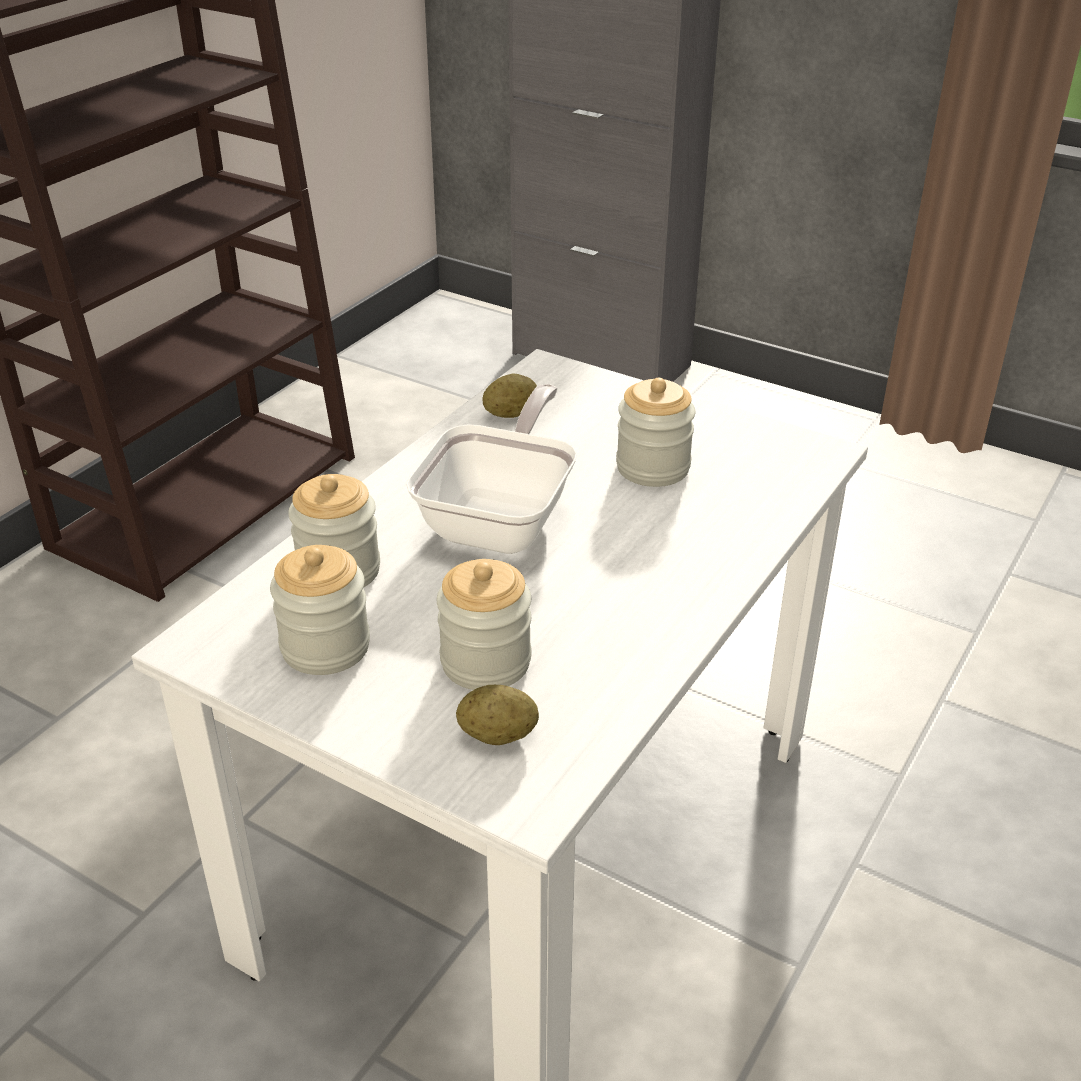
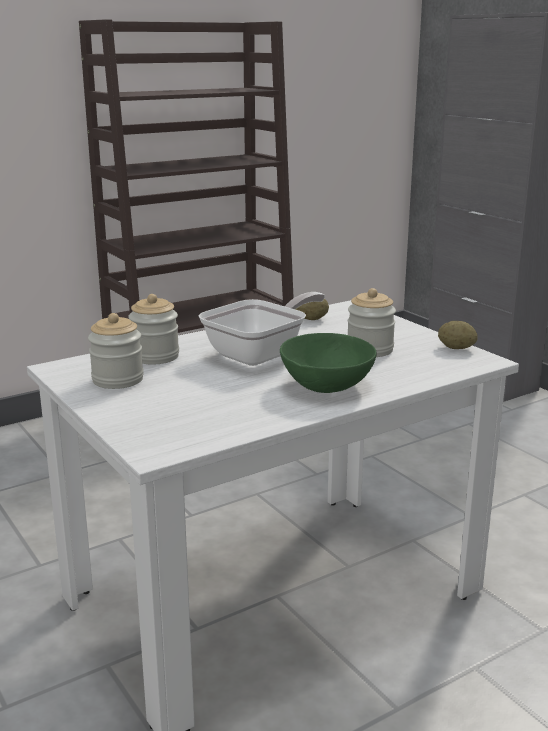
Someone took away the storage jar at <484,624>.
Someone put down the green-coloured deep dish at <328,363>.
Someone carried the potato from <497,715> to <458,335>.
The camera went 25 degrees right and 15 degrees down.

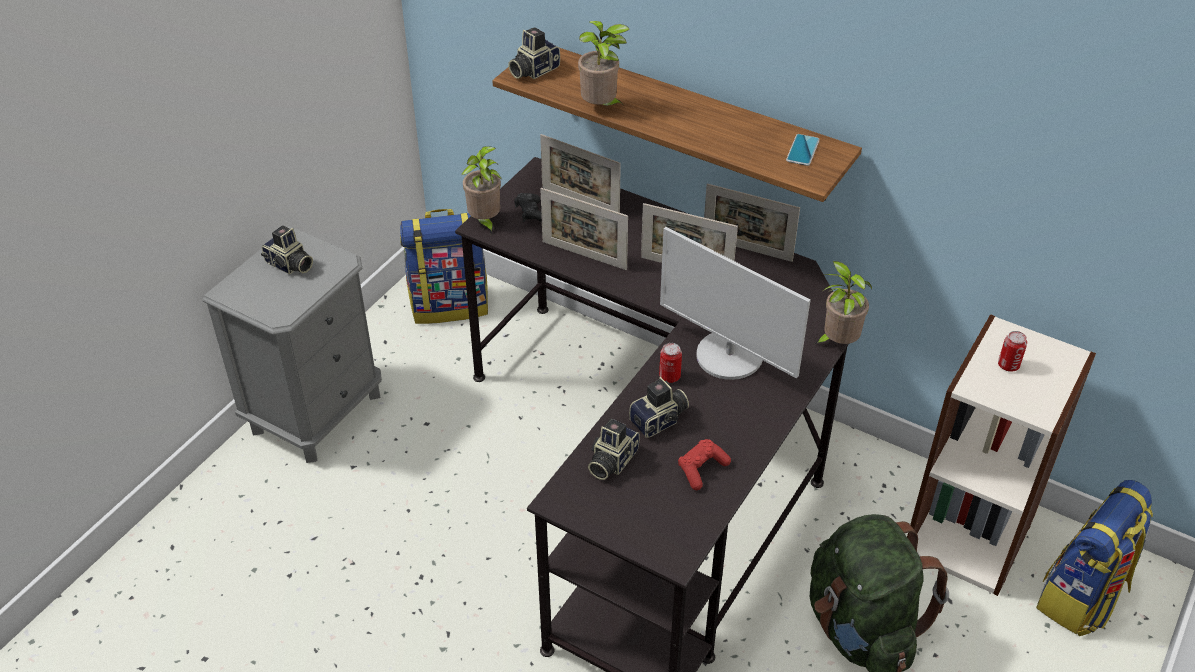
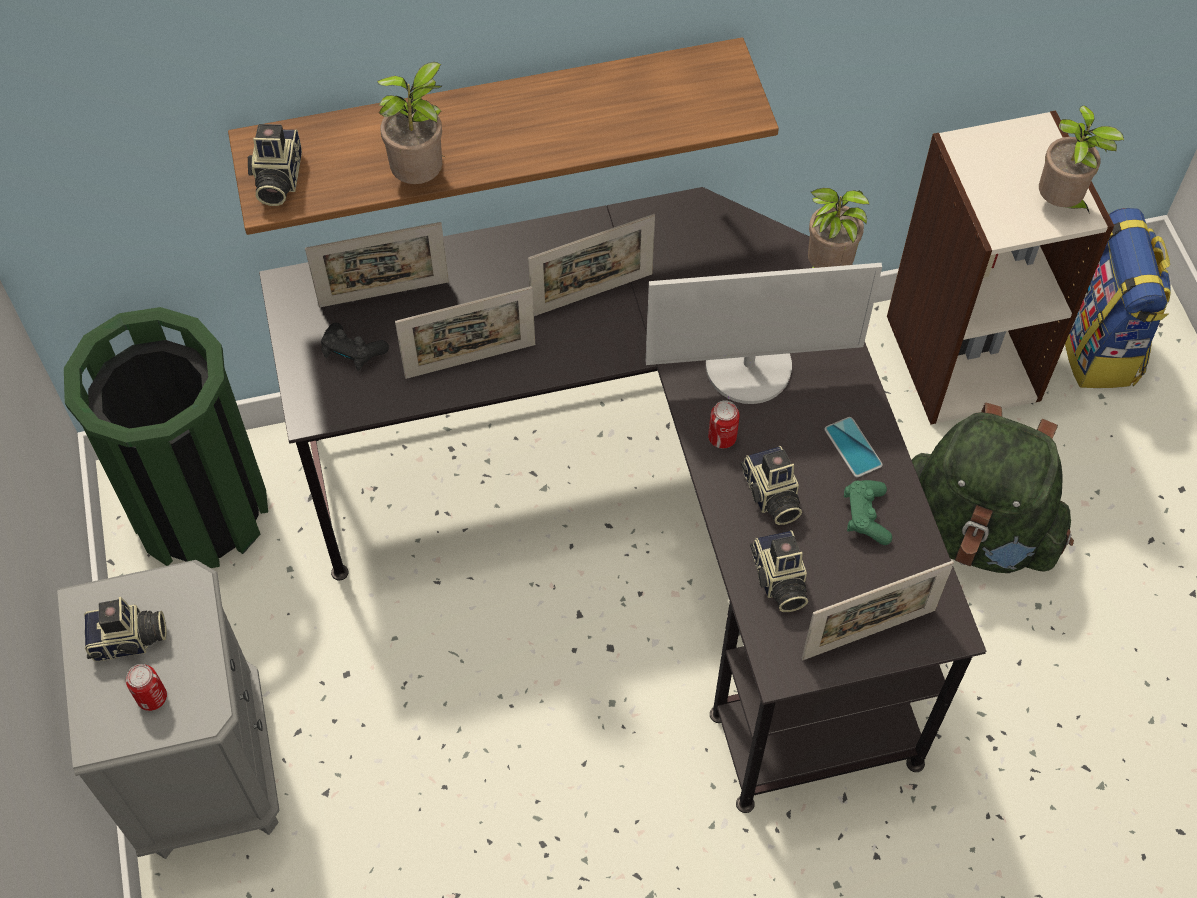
Someone carried the potted plant from <481,190> to <1081,159>.
Someone carried the standing frame from <752,222> to <877,610>.
Someone carried the phone from <803,150> to <854,447>.
Someone carried the sealed can from <1012,351> to <146,687>.
Someone swapped the knapsack at <444,266> for the green-coloured rubbish bin at <166,437>.
Someone repainted the red game controller at <704,464>, which became the green-coloured game controller at <868,512>.
Someone rotated the photo camera at <659,407> by 150 degrees clockwise.
The camera went 45 degrees left and 15 degrees up.

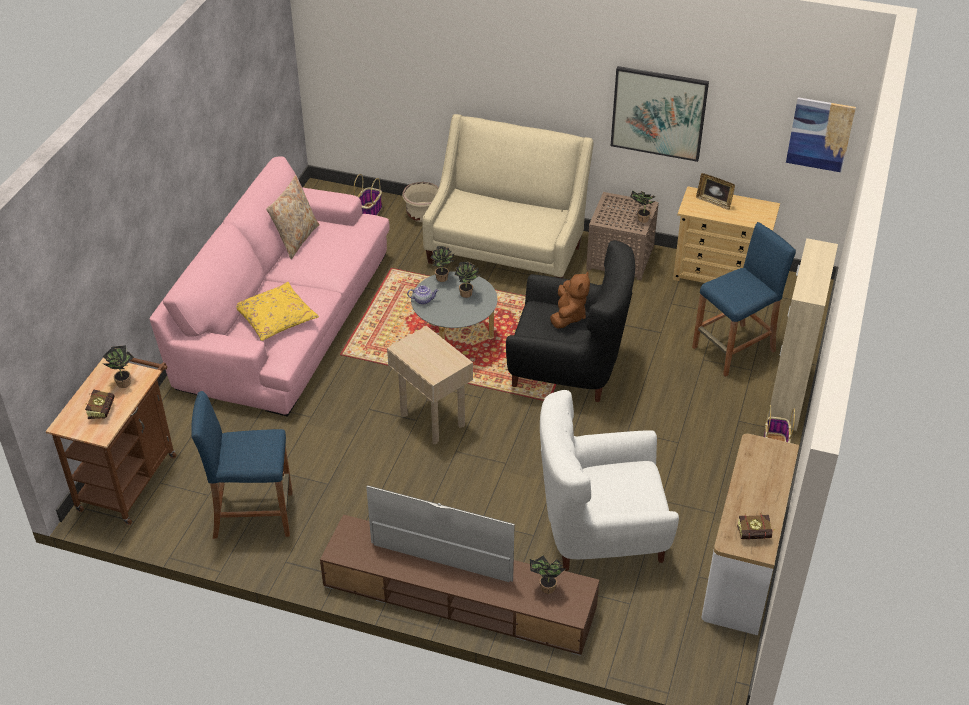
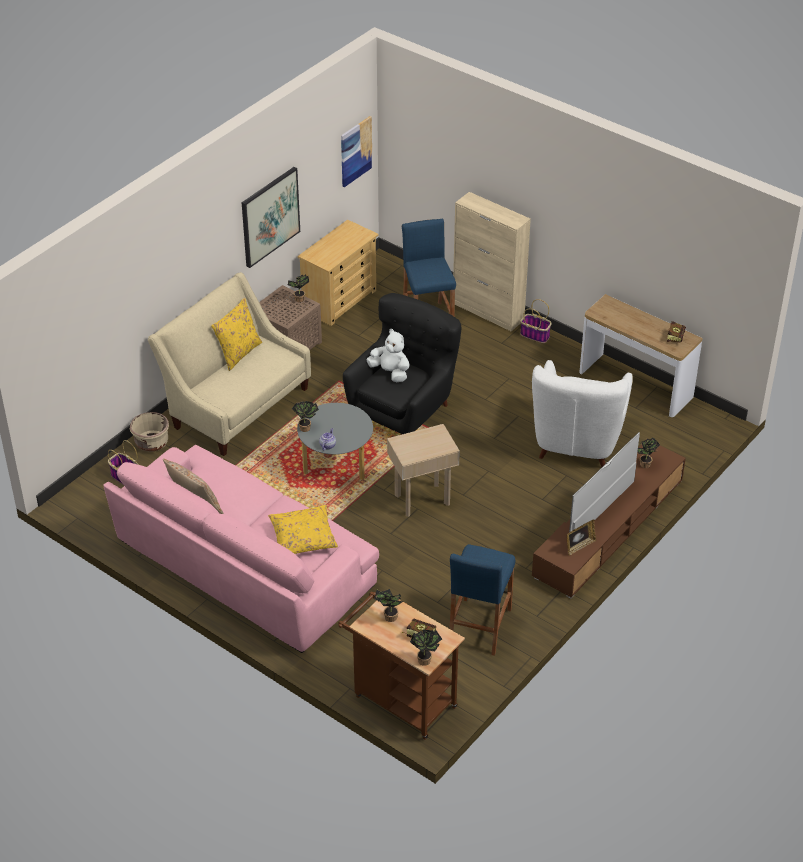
Someone put down the yellowish cushion at <236,334>.
Someone carried the potted plant from <468,280> to <426,647>.
Someone carried the standing frame from <715,191> to <581,537>.
Someone repainted the brownish plush toy at <570,299>, which became the white plush toy at <388,355>.
The camera went 70 degrees left and 0 degrees up.

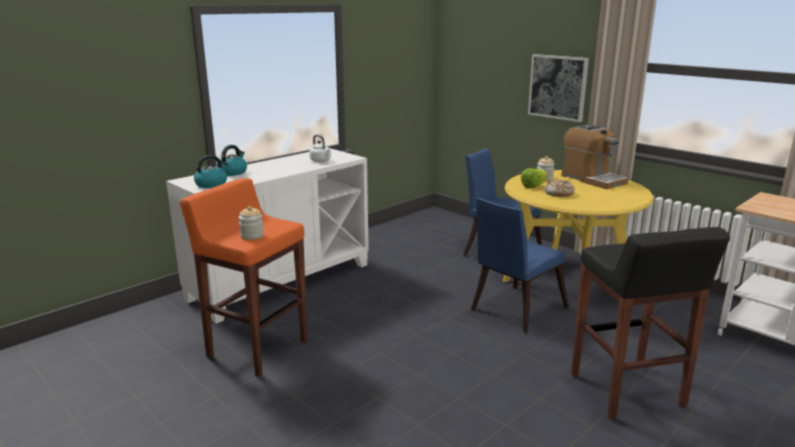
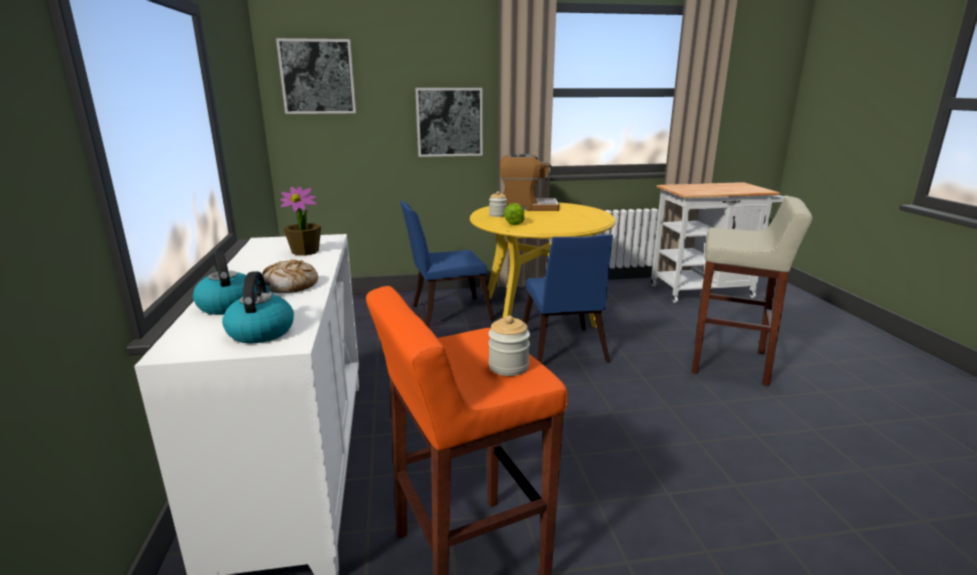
Someone put up the wall picture at <316,76>.
Someone carried the baked bread from <560,188> to <290,276>.
Someone swapped the white kettle at <320,148> for the potted plant at <300,221>.
Someone repainted the black-coloured stool seat at <650,323>, which became the beige-coloured stool seat at <752,291>.
The camera went 55 degrees left and 0 degrees up.

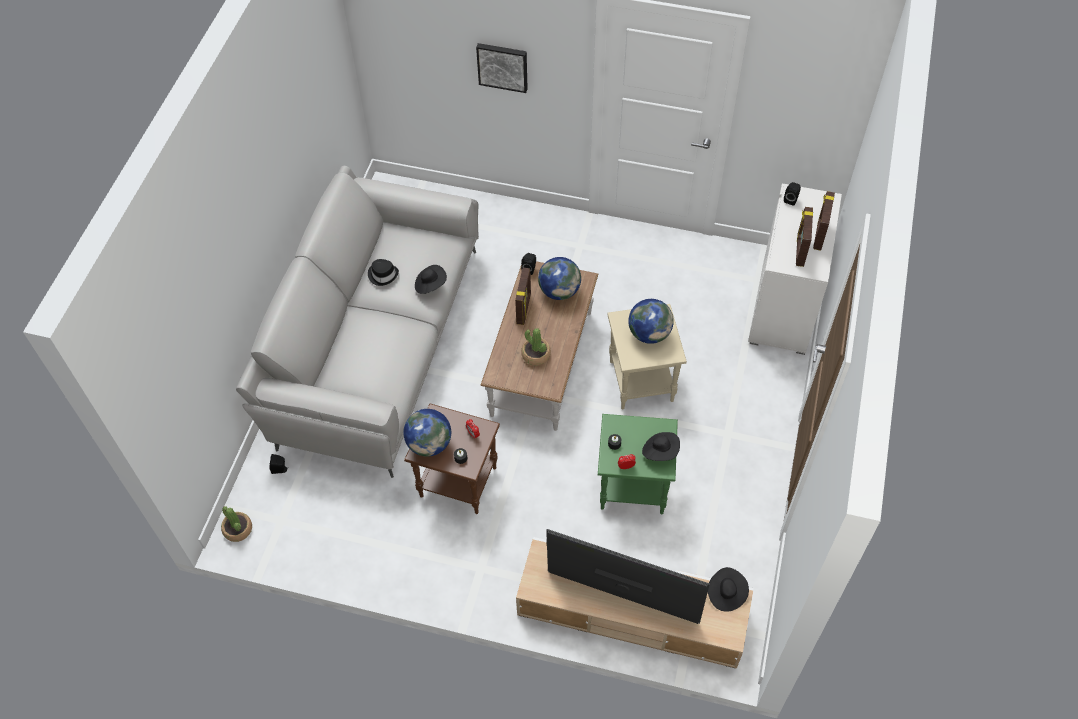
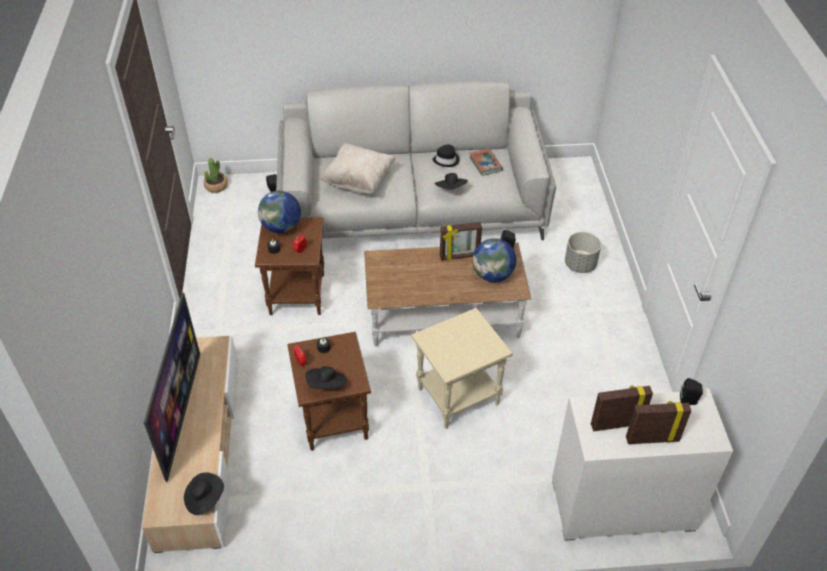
Someone took away the wall picture at <502,68>.
Someone took away the potted plant at <536,346>.
Someone took away the globe at <651,321>.
Someone put down the beige-coloured cushion at <357,168>.
Someone put down the bound book at <486,162>.
Someone put down the greyish flower pot at <583,252>.
Someone repainted the green-coloured end table at <638,464>, which became the brownish end table at <329,391>.
The camera went 70 degrees right and 10 degrees down.

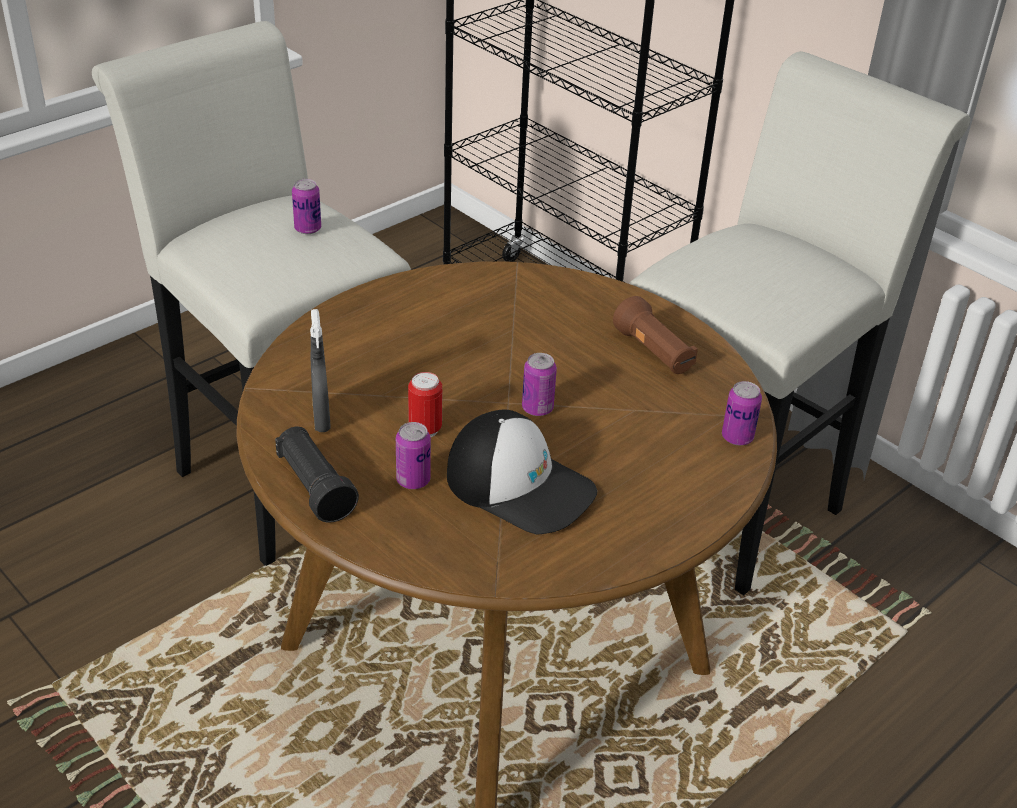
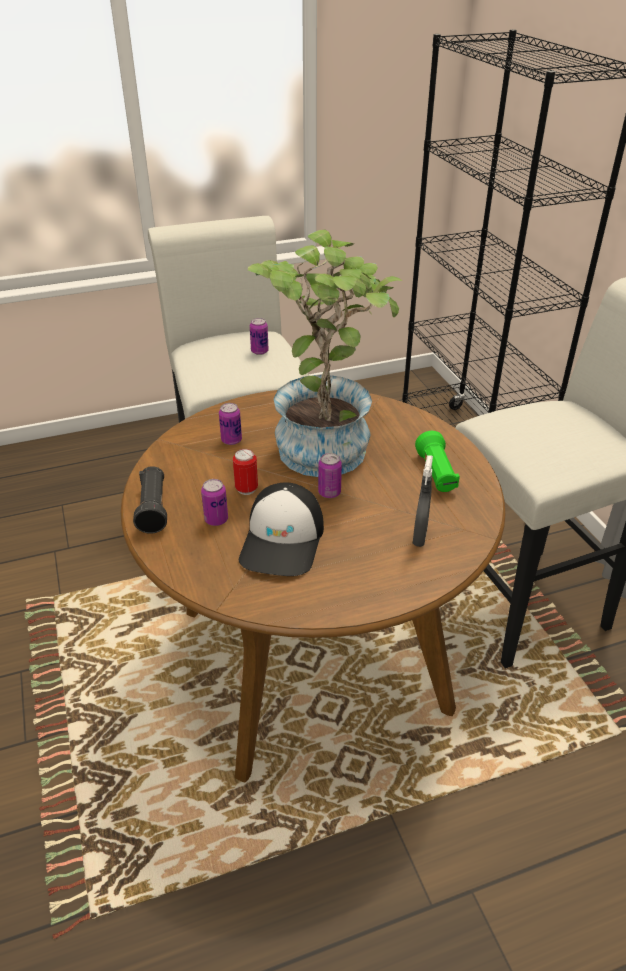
Someone put down the potted plant at <326,353>.
Someone carried the greyish hand sprayer from <320,370> to <423,501>.
Someone carried the sealed can from <742,413> to <230,424>.
Someone repainted the brownish flashlight at <655,335>, which became the green-coloured flashlight at <437,461>.
Someone rotated the peaked cap at <522,472> by 45 degrees clockwise.
The camera went 25 degrees right and 0 degrees up.

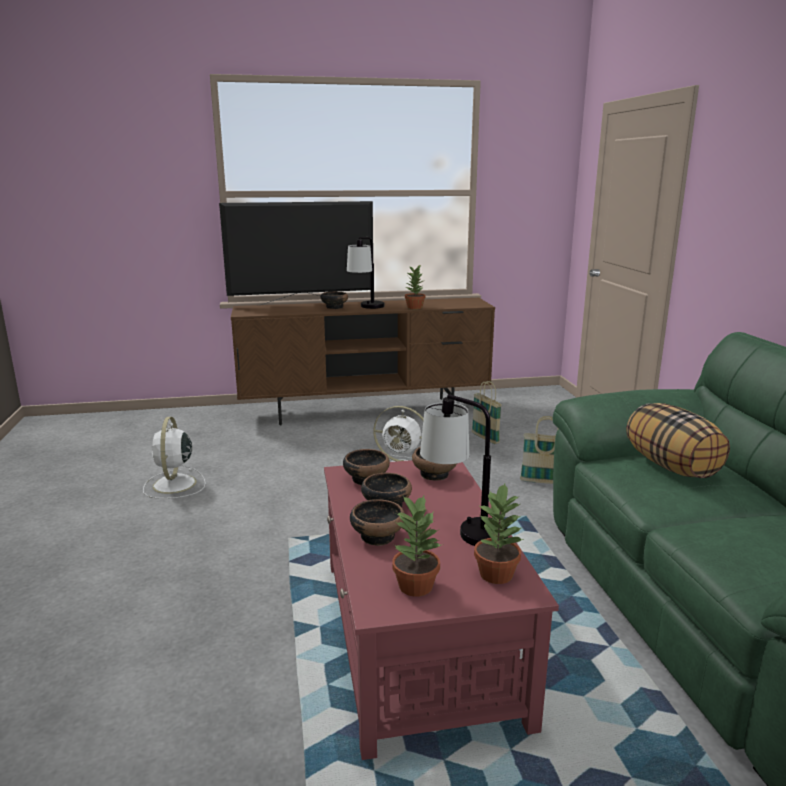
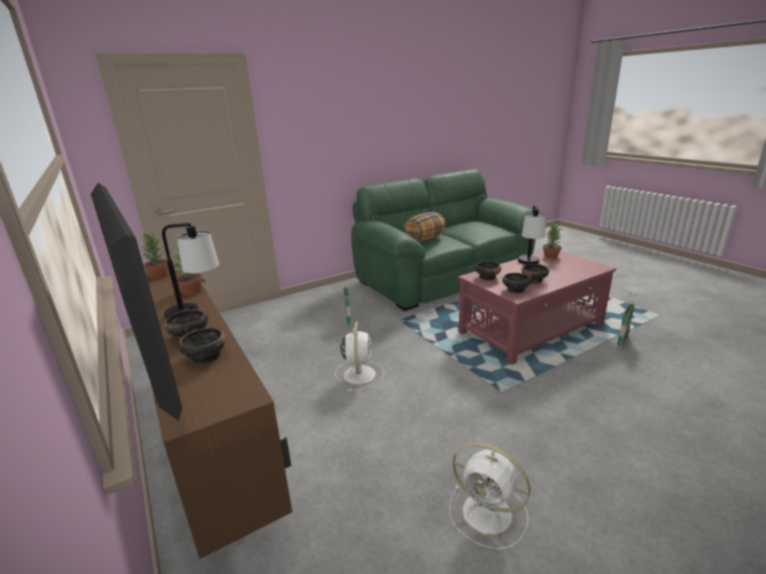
Someone carried the deep dish from <377,522> to <202,346>.
Someone carried the potted plant from <416,546> to <153,255>.
Someone carried the storage basket from <487,412> to <626,320>.
Someone rotated the white electric fan at <174,458> by 60 degrees clockwise.
The camera went 110 degrees left and 5 degrees up.

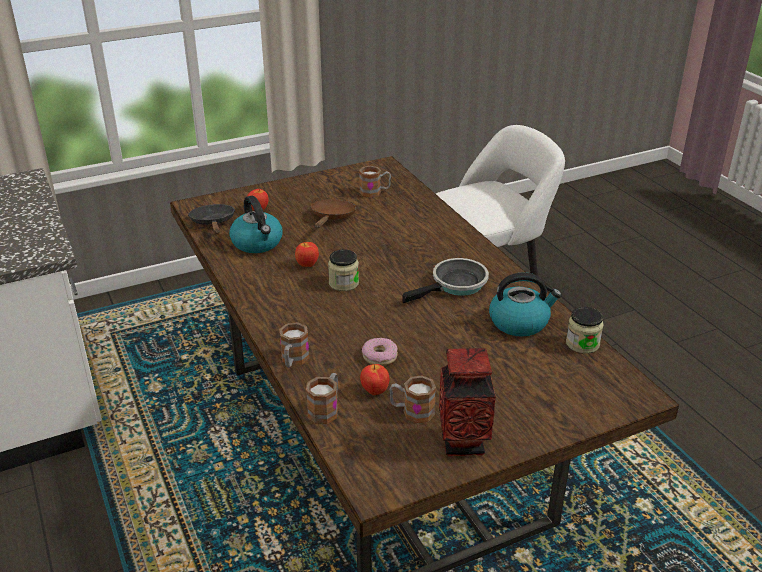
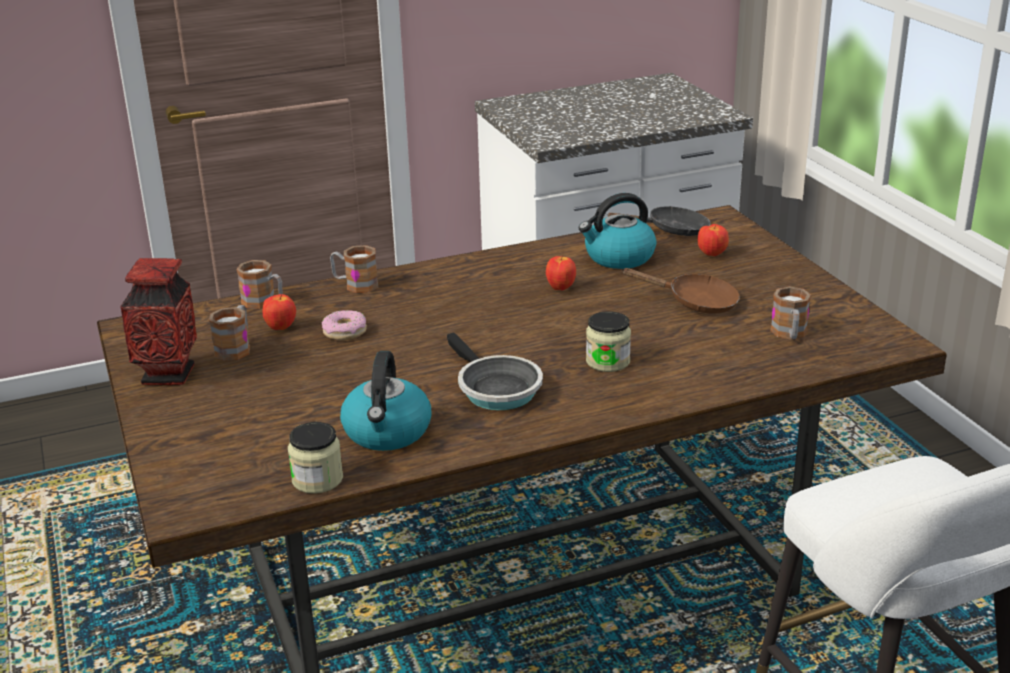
Someone carried the storage jar from <343,270> to <608,341>.
The camera went 95 degrees right and 5 degrees down.

